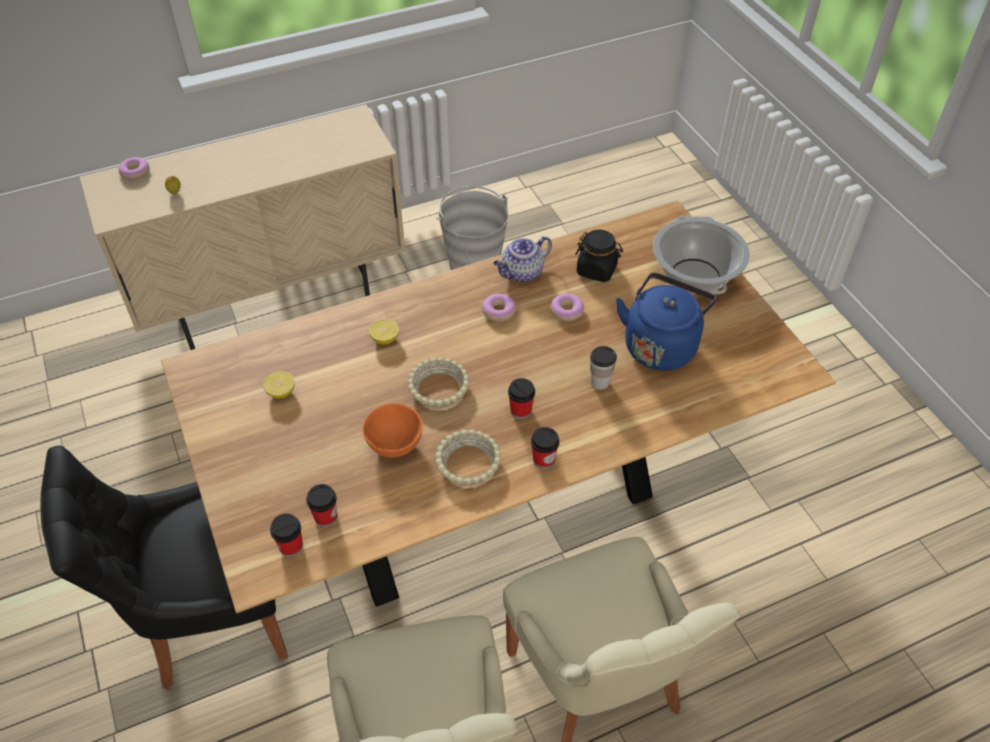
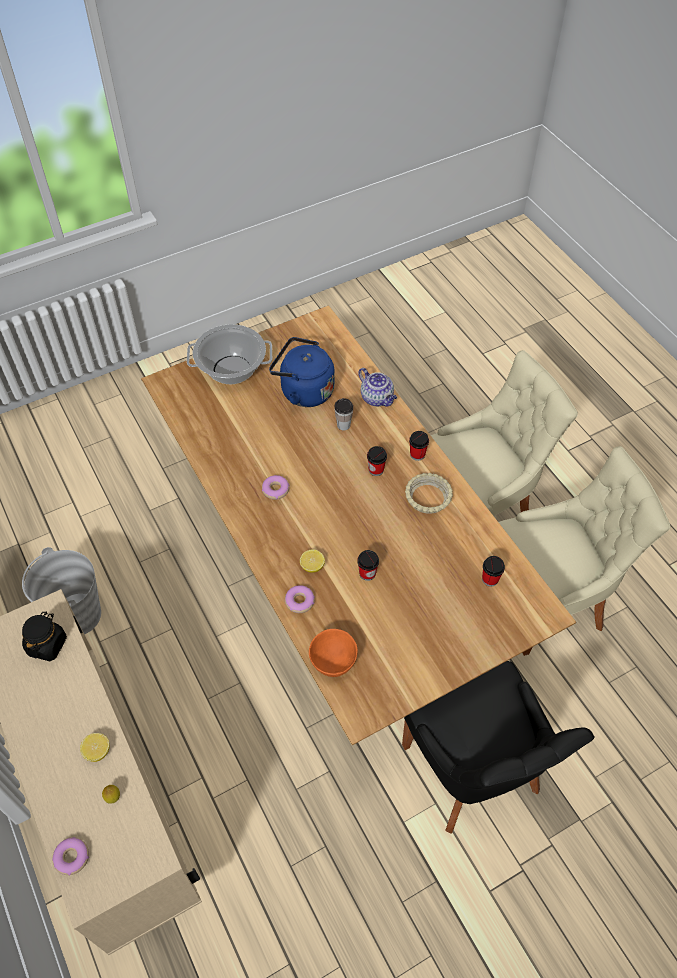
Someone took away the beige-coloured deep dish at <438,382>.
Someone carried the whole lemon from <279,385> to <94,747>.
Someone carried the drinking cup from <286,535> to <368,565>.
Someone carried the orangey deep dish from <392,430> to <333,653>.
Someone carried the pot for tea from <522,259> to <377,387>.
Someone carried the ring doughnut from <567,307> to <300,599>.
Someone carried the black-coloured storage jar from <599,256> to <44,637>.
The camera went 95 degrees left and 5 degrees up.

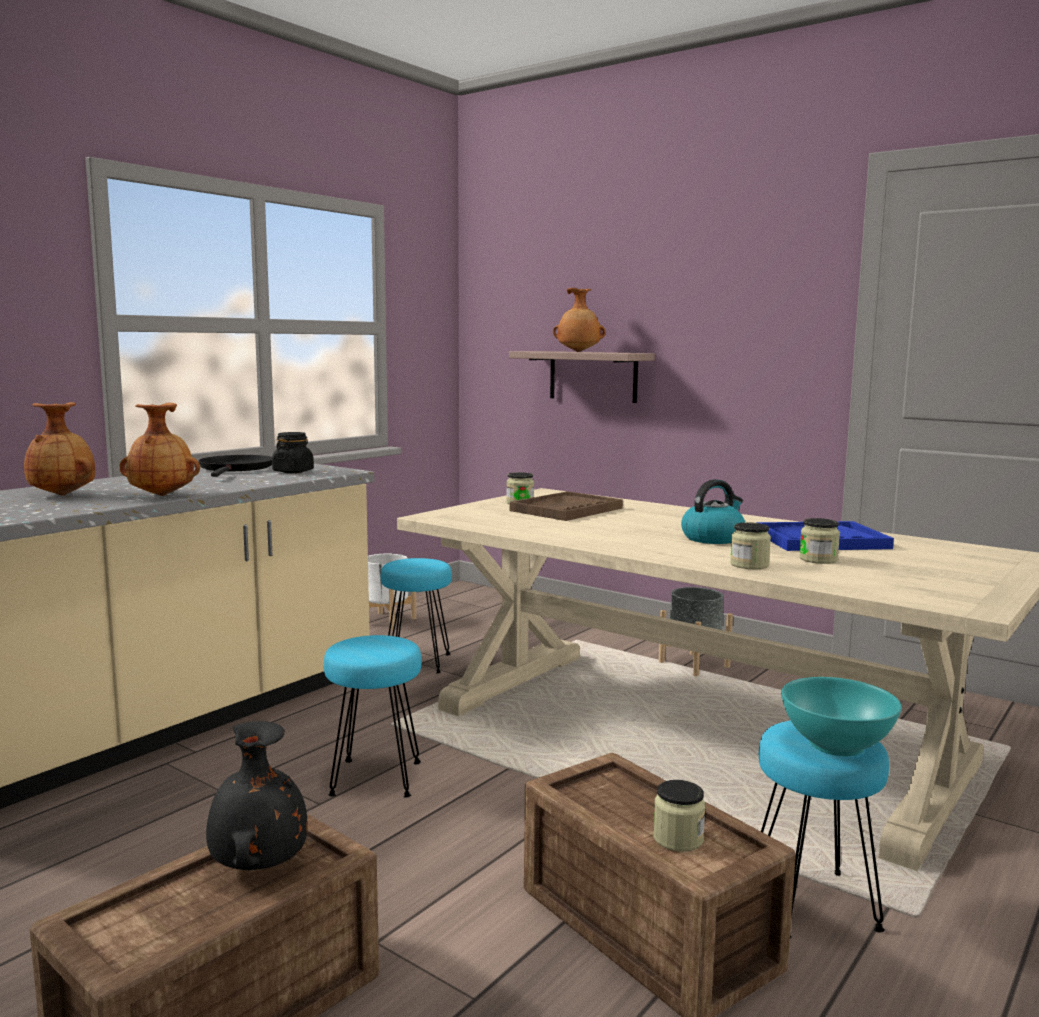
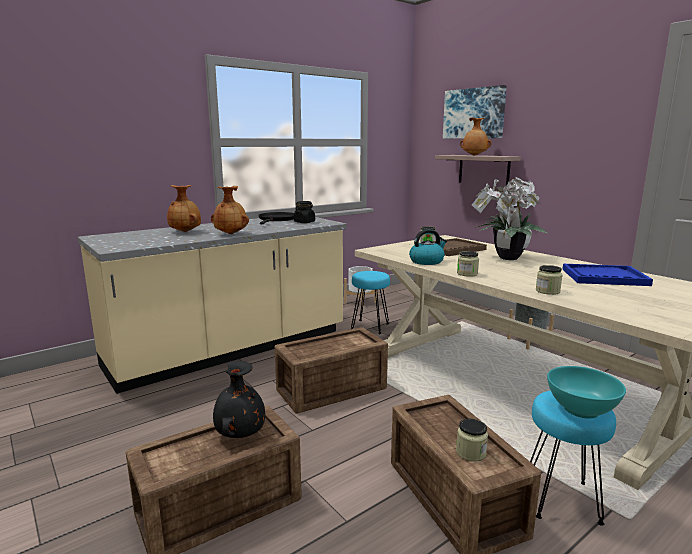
Someone put up the wall picture at <475,112>.
Someone put down the potted plant at <510,218>.
Someone carried the kettle from <713,511> to <428,247>.
Someone carried the storage jar from <819,541> to <468,264>.
Someone swapped the turquoise-coloured stool seat at <372,716> for the shipping crate at <331,370>.
The camera went 15 degrees right and 5 degrees up.

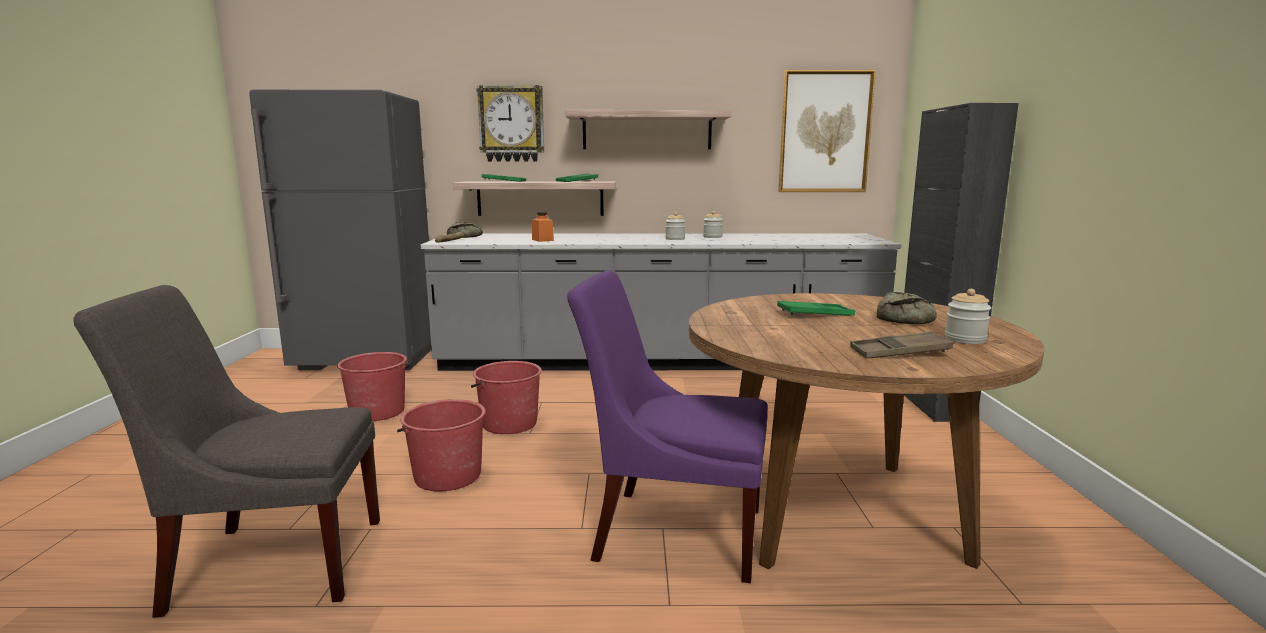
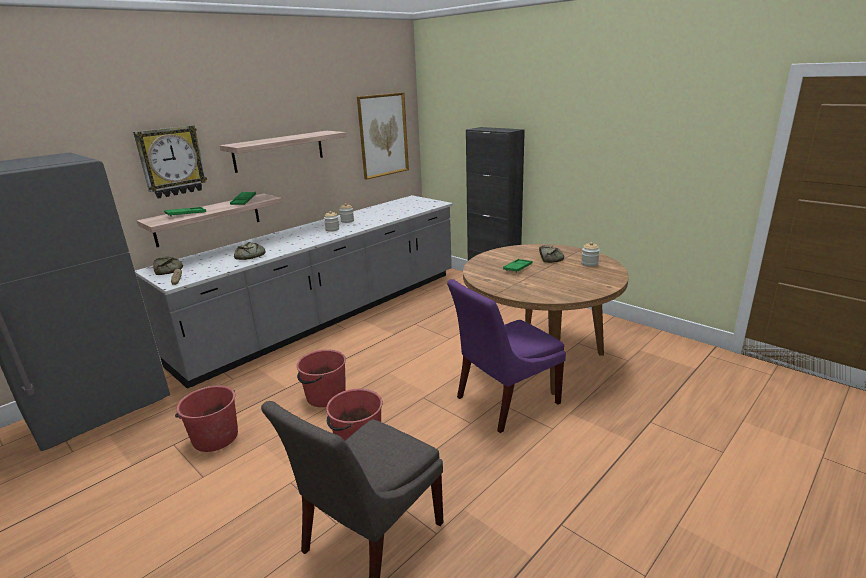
Someone took away the brownish tray at <901,344>.
Someone swapped the orangey storage jar at <543,227> for the baked bread at <250,251>.
The camera went 45 degrees left and 10 degrees up.

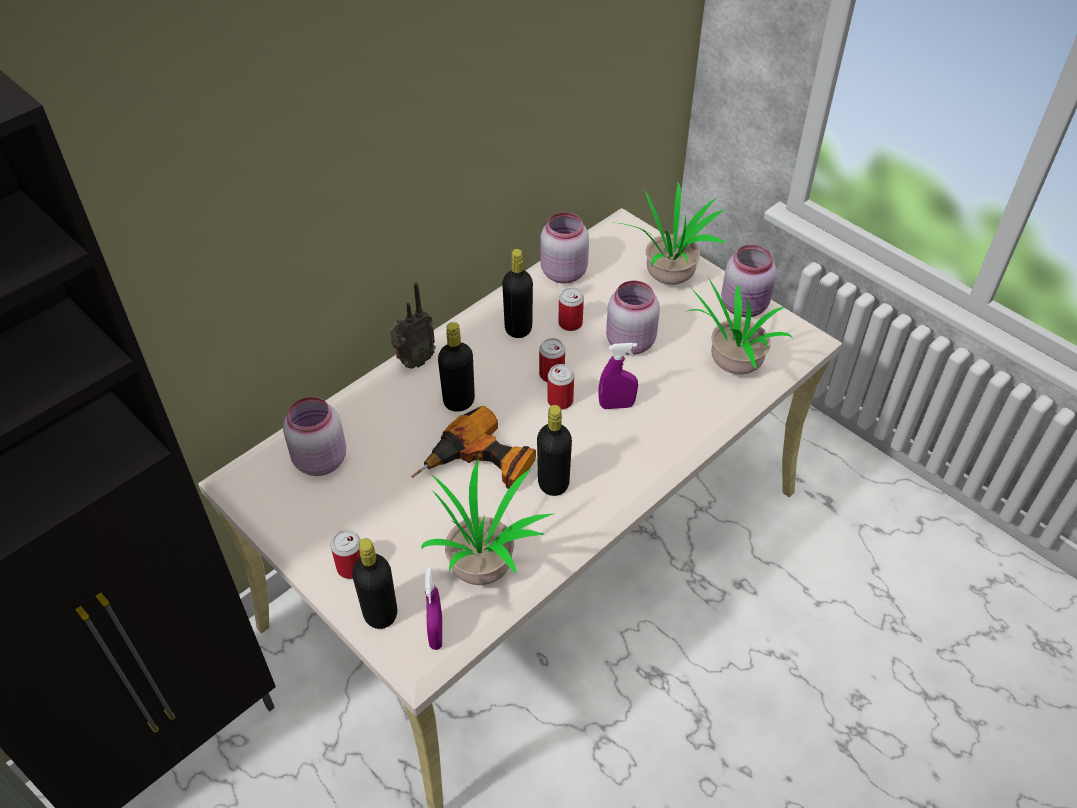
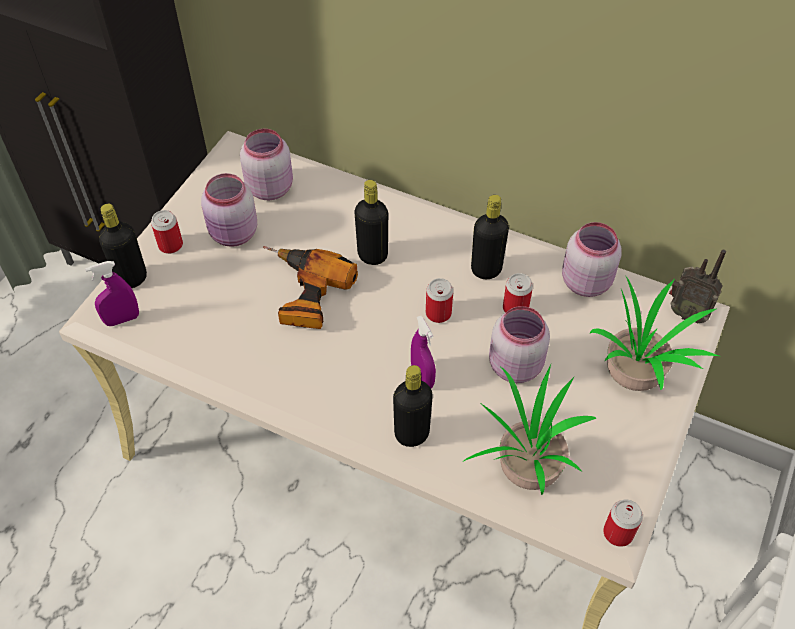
Someone took away the potted plant at <487,521>.
Someone carried the radio set from <413,325> to <697,286>.
Someone carried the black-coloured bottle from <554,450> to <413,406>.
Someone carried the sealed can from <560,387> to <623,523>.
Someone carried the pink storage jar from <748,281> to <229,210>.
The camera went 70 degrees right and 5 degrees up.

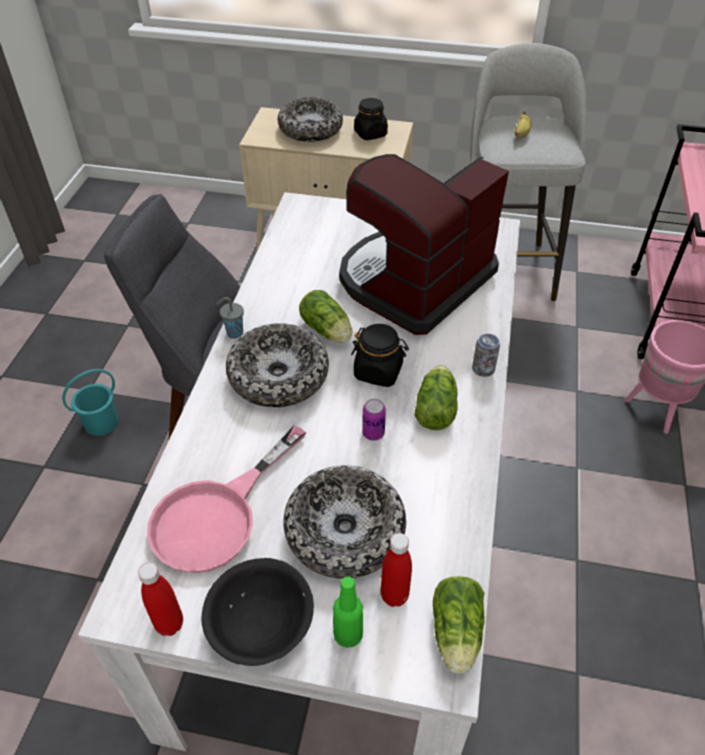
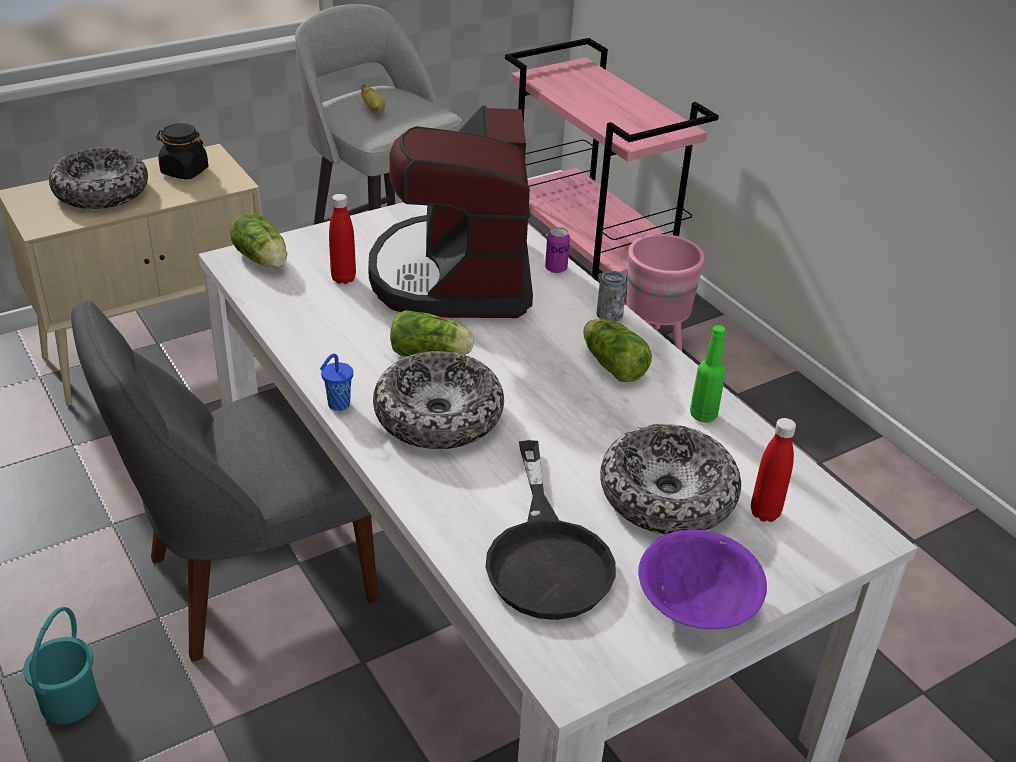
Someone took away the black-coloured storage jar at <380,355>.
Someone carried the red bottle from <160,599> to <342,239>.
Someone carried the green-coloured bottle from <348,612> to <708,373>.
Someone carried the sealed can from <374,420> to <557,250>.
Someone carried the lettuce head from <458,625> to <258,240>.
Someone repainted the pink pan at <226,499>, which became the black-coloured pan at <550,530>.
Someone repainted the black-coloured deep dish at <257,612>, which became the purple-coloured deep dish at <702,579>.
Someone repainted the greyish drinking cup at <230,318>, which became the blue drinking cup at <336,382>.
The camera went 45 degrees left and 10 degrees down.

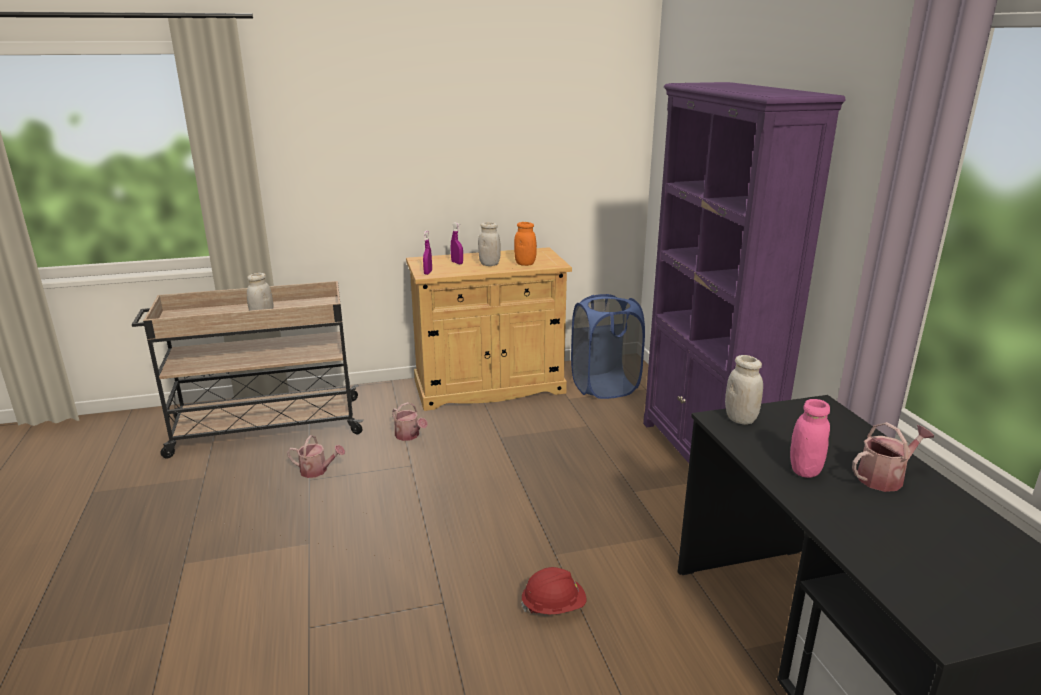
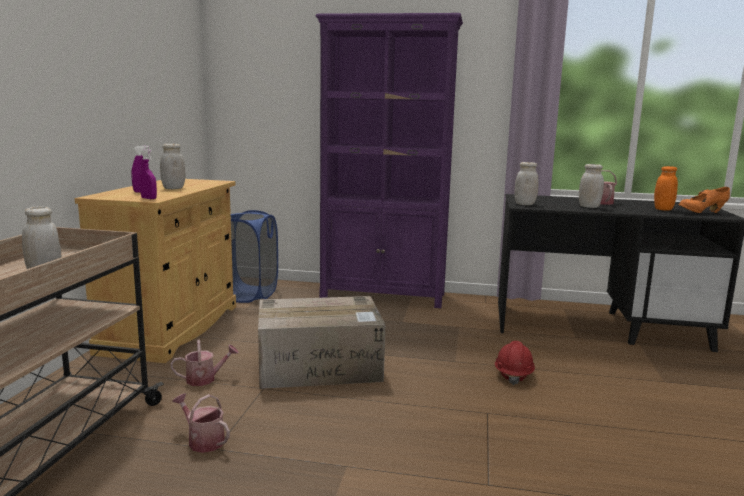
Someone put down the cardboard box at <321,342>.
Someone put down the orangey low shoe at <704,200>.
Someone carried the orangey storage jar from <525,244> to <666,188>.
Someone repainted the pink storage jar at <810,438>, which became the white storage jar at <591,186>.
Someone rotated the watering can at <316,456> by 90 degrees counterclockwise.
The camera went 65 degrees left and 10 degrees down.

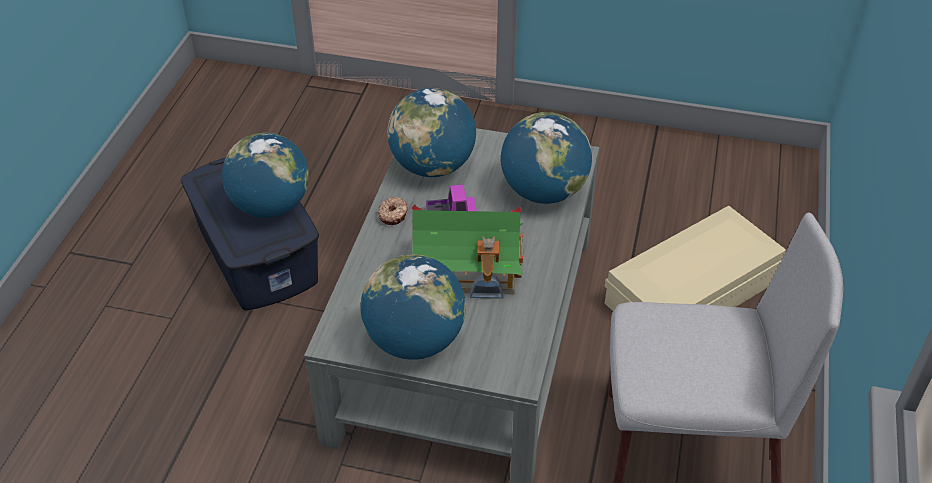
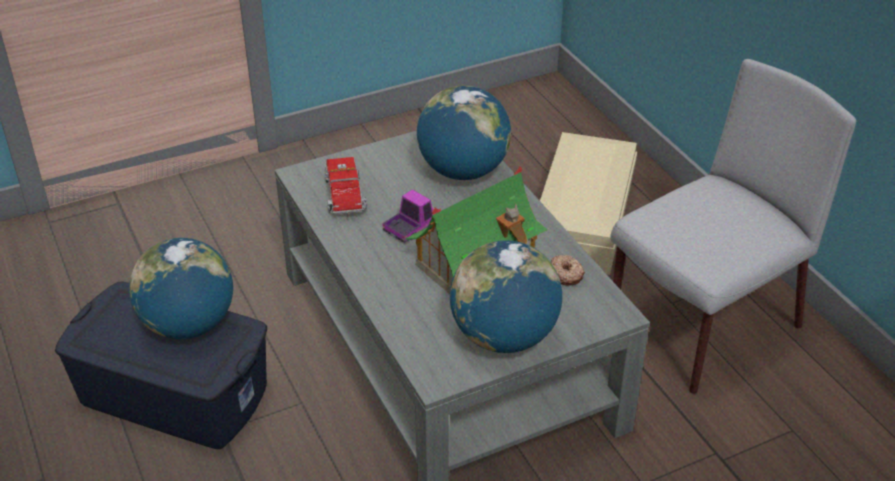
Someone carried the ring doughnut from <393,211> to <568,270>.
Someone swapped the globe at <431,132> for the model truck at <346,187>.
The camera went 40 degrees left and 5 degrees down.

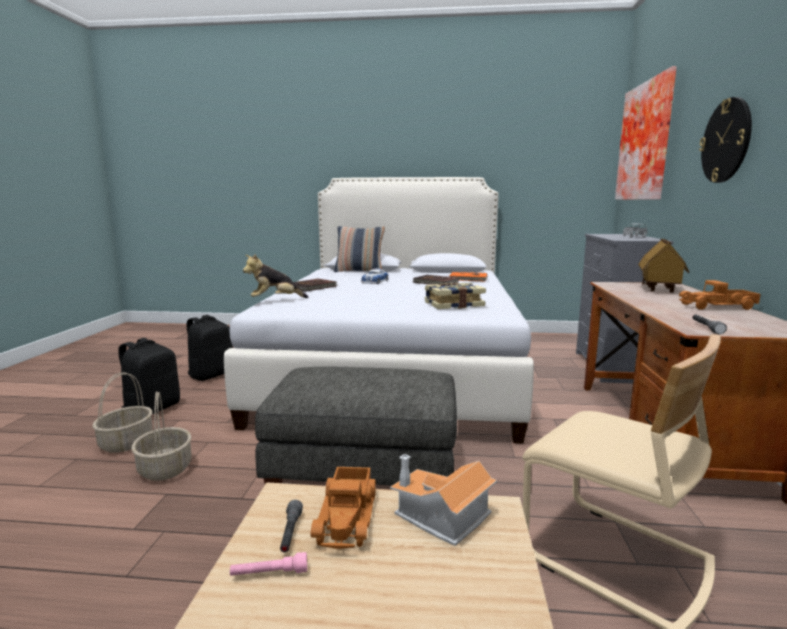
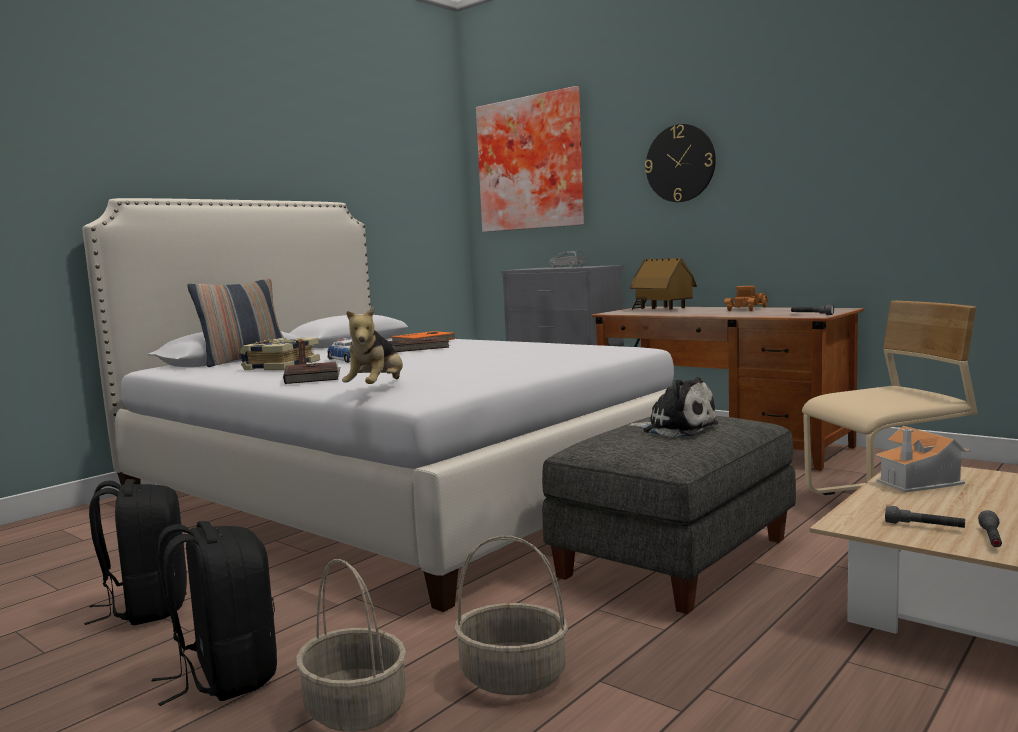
Someone took away the model truck at <343,508>.
Someone put down the plush toy at <673,407>.
Someone carried the bound book from <455,296> to <280,354>.
Someone repainted the pink flashlight at <268,564>, which became the greyish flashlight at <990,528>.
The camera went 55 degrees left and 5 degrees down.

